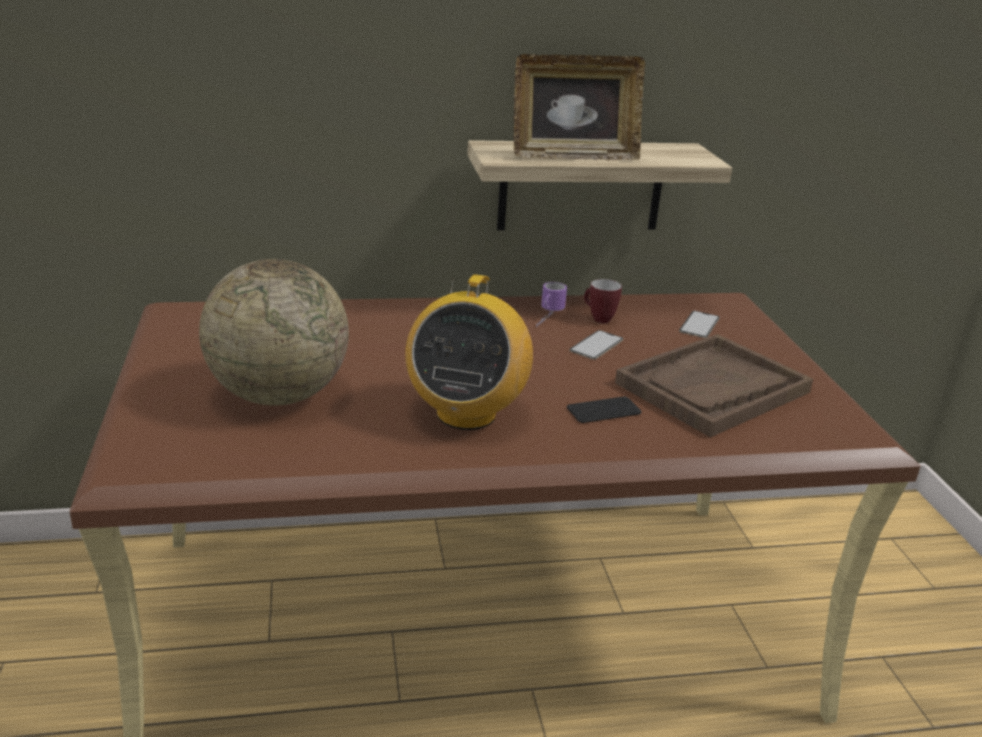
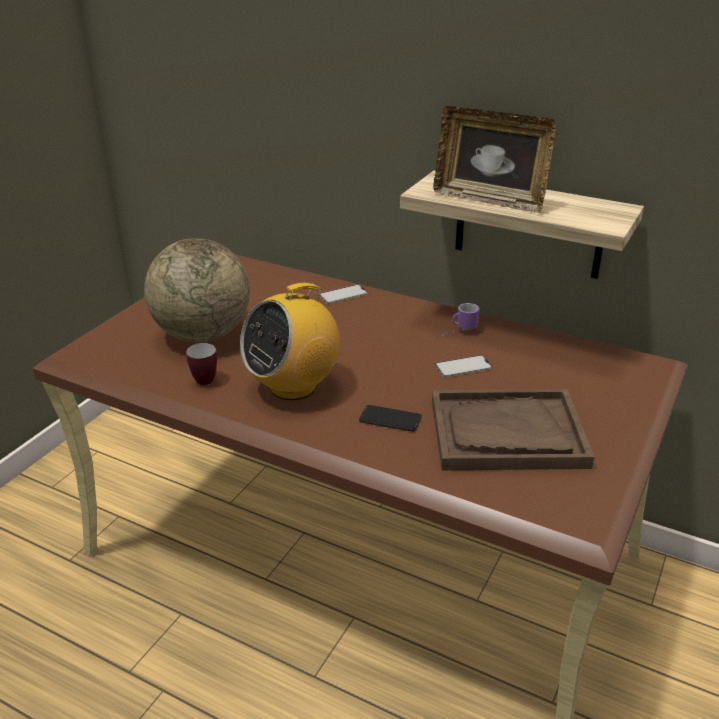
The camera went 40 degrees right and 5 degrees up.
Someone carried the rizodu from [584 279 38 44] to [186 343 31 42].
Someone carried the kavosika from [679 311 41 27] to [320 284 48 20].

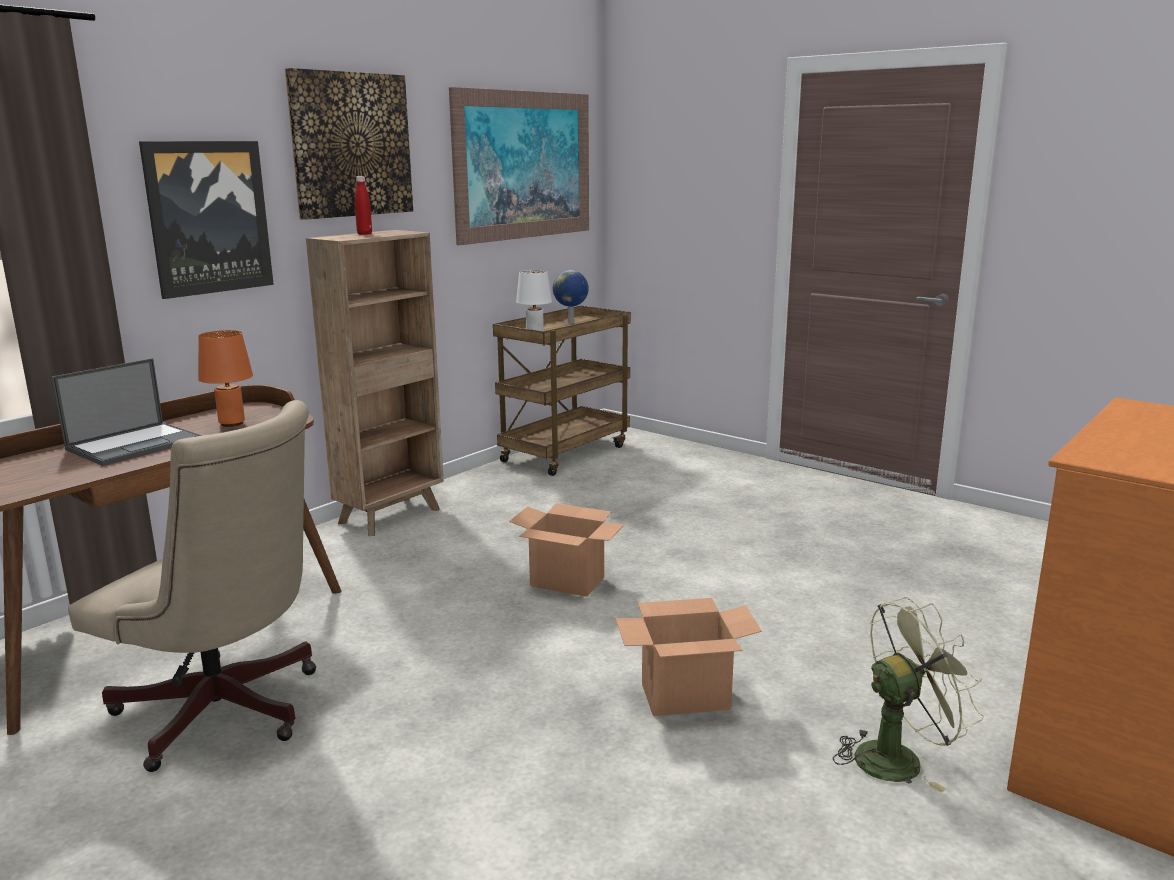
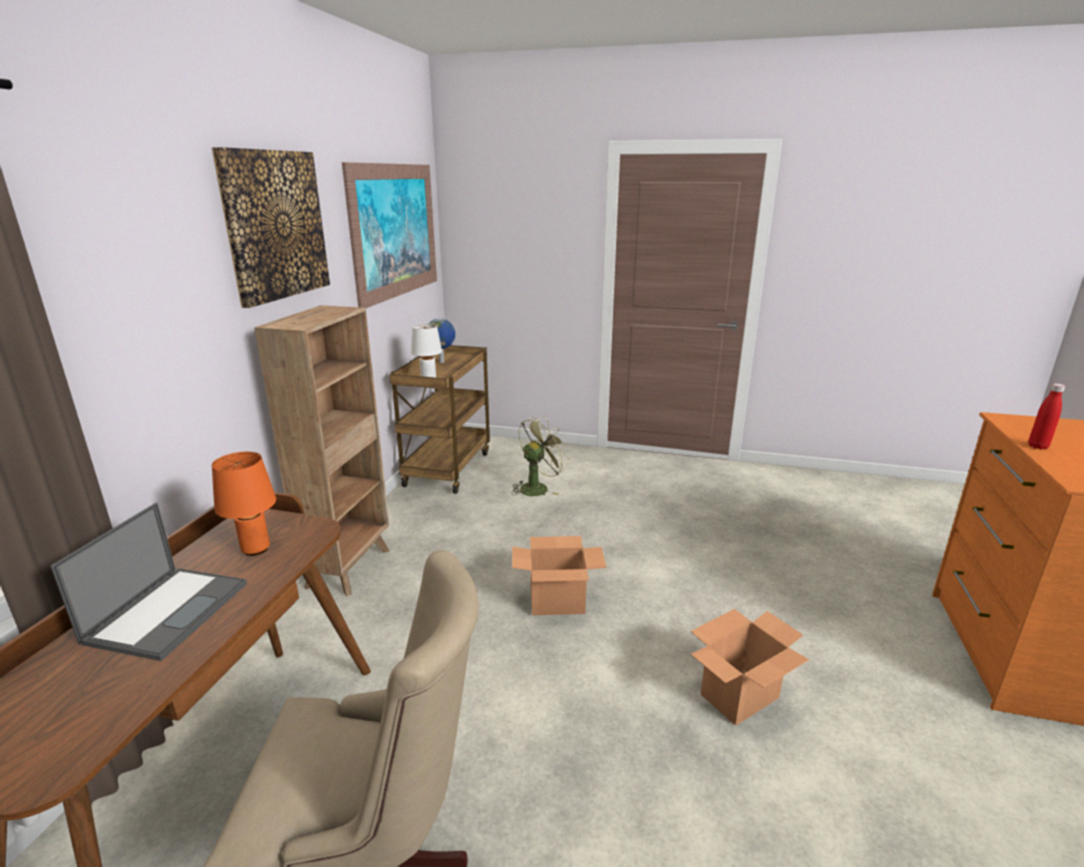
The camera went 25 degrees left and 5 degrees up.
Someone carried the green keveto from [833 597 151 195] to [511 416 59 80].
Someone carried the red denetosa from [355 176 17 59] to [1028 383 37 67].
Someone took away the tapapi at [139 141 135 158].

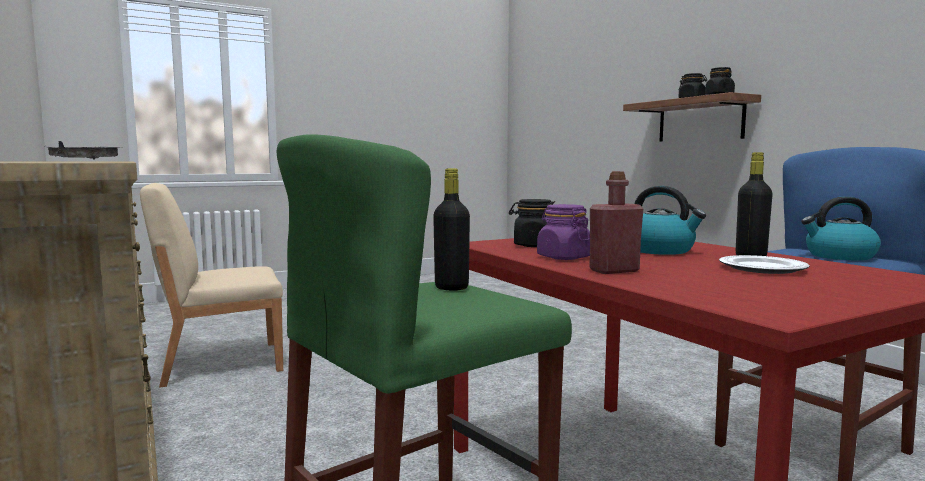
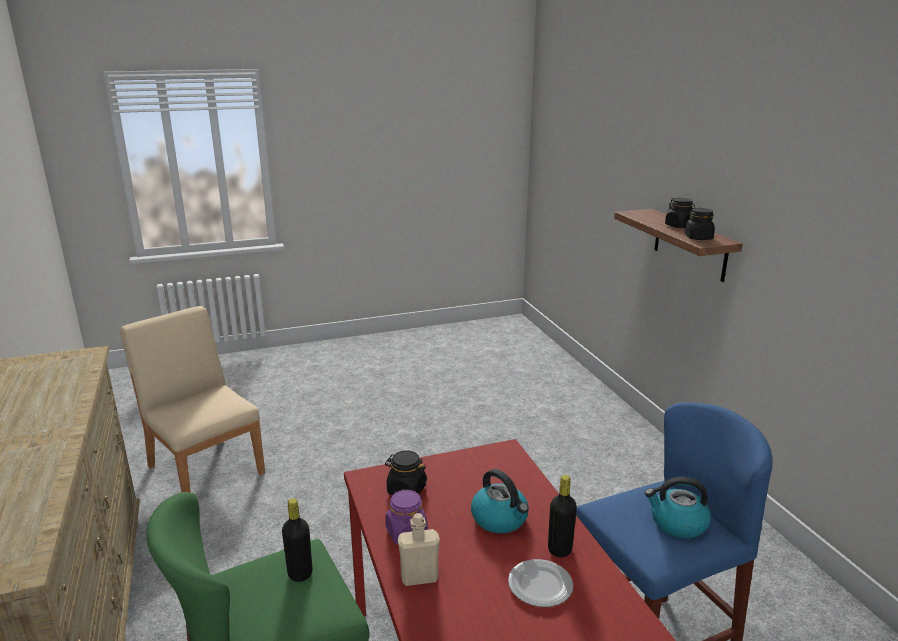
The camera went 10 degrees right and 15 degrees up.
Someone rotated the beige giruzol at [140 183 143 204] by 60 degrees clockwise.
Someone repainted the red denetosa at [590 171 53 103], which became the beige denetosa at [398 513 42 73].
Someone took away the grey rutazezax at [48 141 75 19].

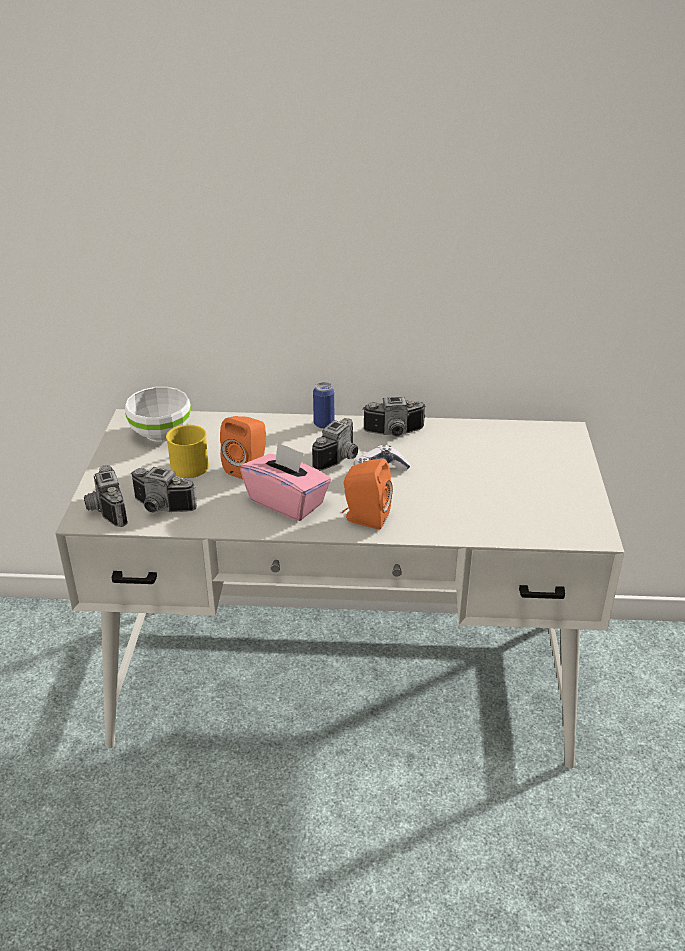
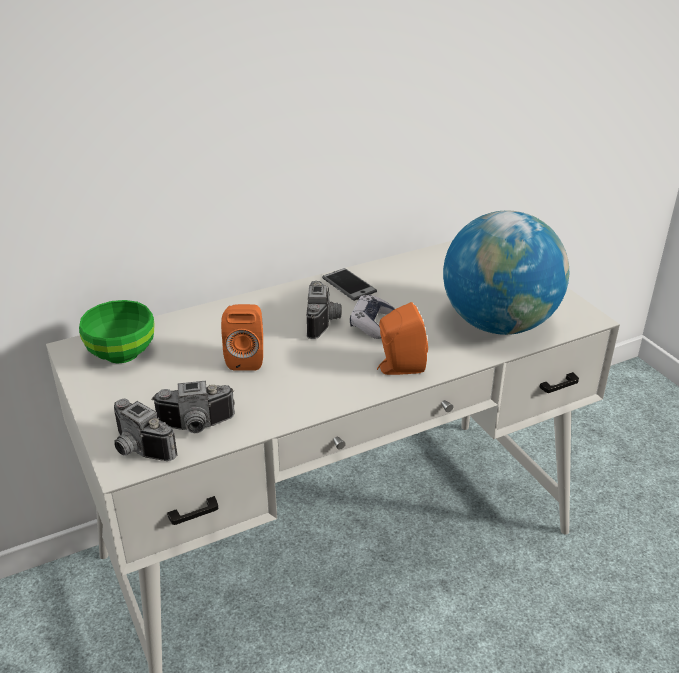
The camera went 30 degrees left and 0 degrees up.
Someone repainted the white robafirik at [125 387 66 55], which became the green robafirik at [79 300 76 64].
Someone swapped the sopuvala at [362 397 64 40] for the kavosika at [322 268 55 33].
Someone put down the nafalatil at [443 211 126 124].
Someone took away the yellow rizodu at [166 425 43 53].
Someone took away the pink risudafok at [240 442 91 79].
Someone took away the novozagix at [313 382 21 47].

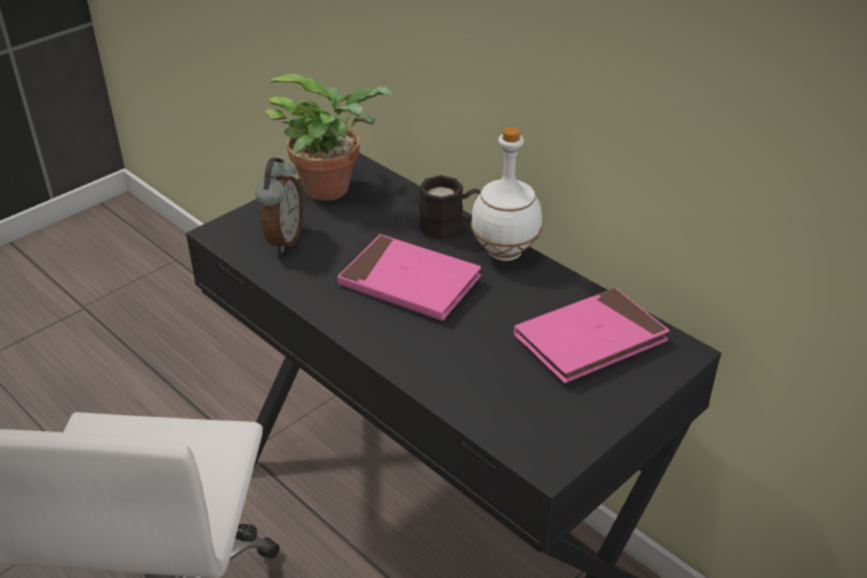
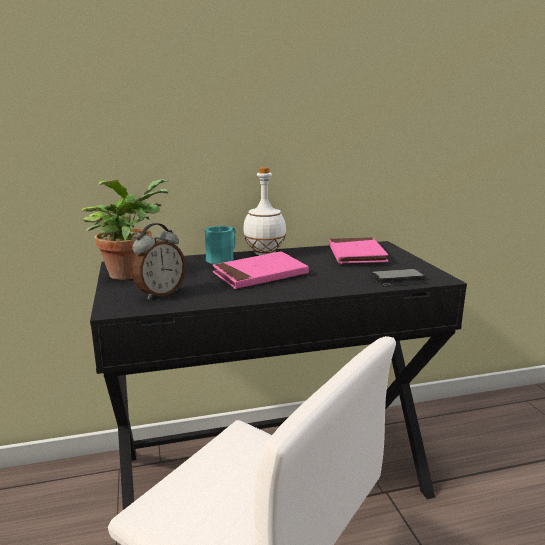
The camera went 60 degrees left and 20 degrees down.
Someone rotated the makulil at [255 158 48 95] by 90 degrees clockwise.
Someone repainted the black rizodu at [419 175 62 65], which became the turquoise rizodu at [204 226 31 38].
Someone put down the kavosika at [371 269 58 18].

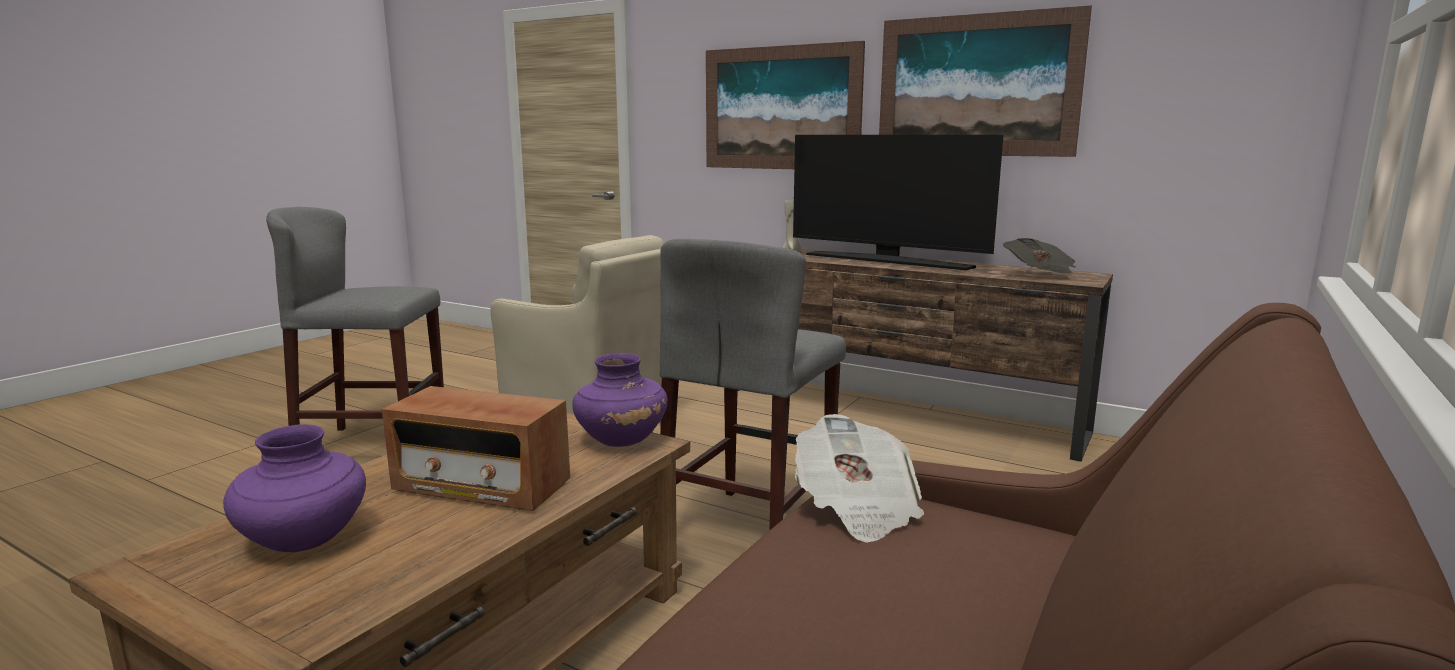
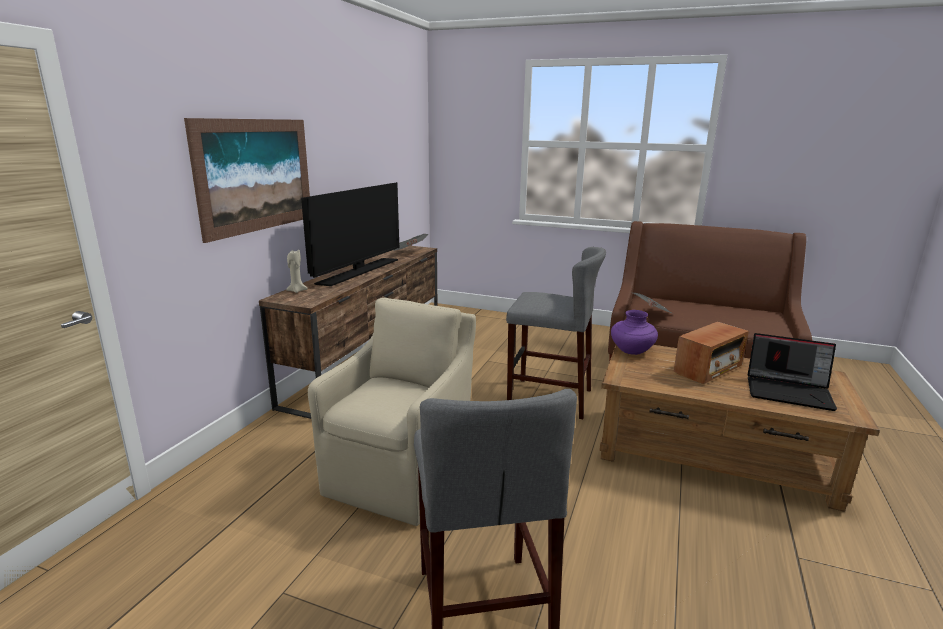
The camera went 100 degrees left and 5 degrees up.
Someone rotated the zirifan at [382 386 188 125] by 45 degrees clockwise.
Someone swapped the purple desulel at [223 424 143 128] for the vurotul at [748 333 89 78].
Someone took away the tapapi at [879 5 213 152].

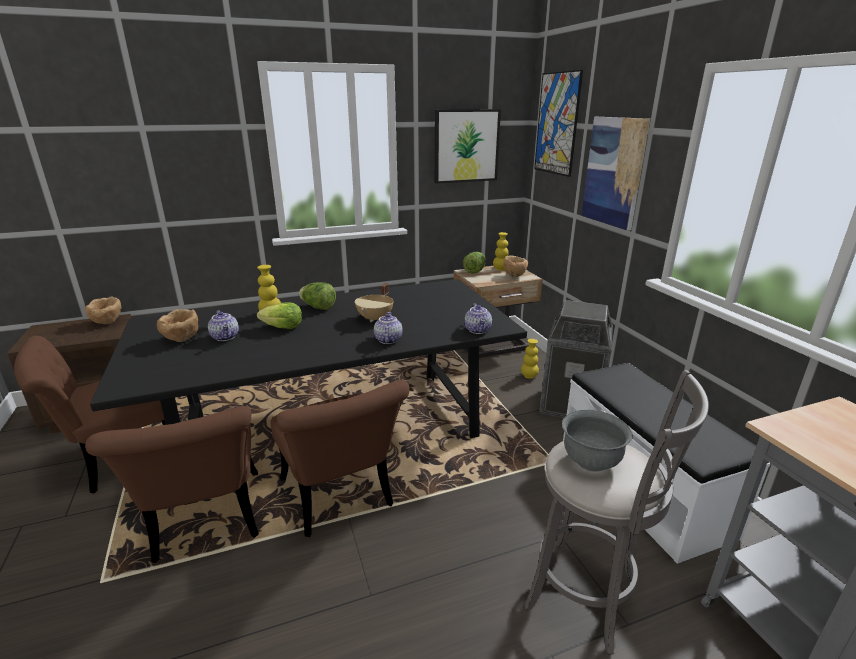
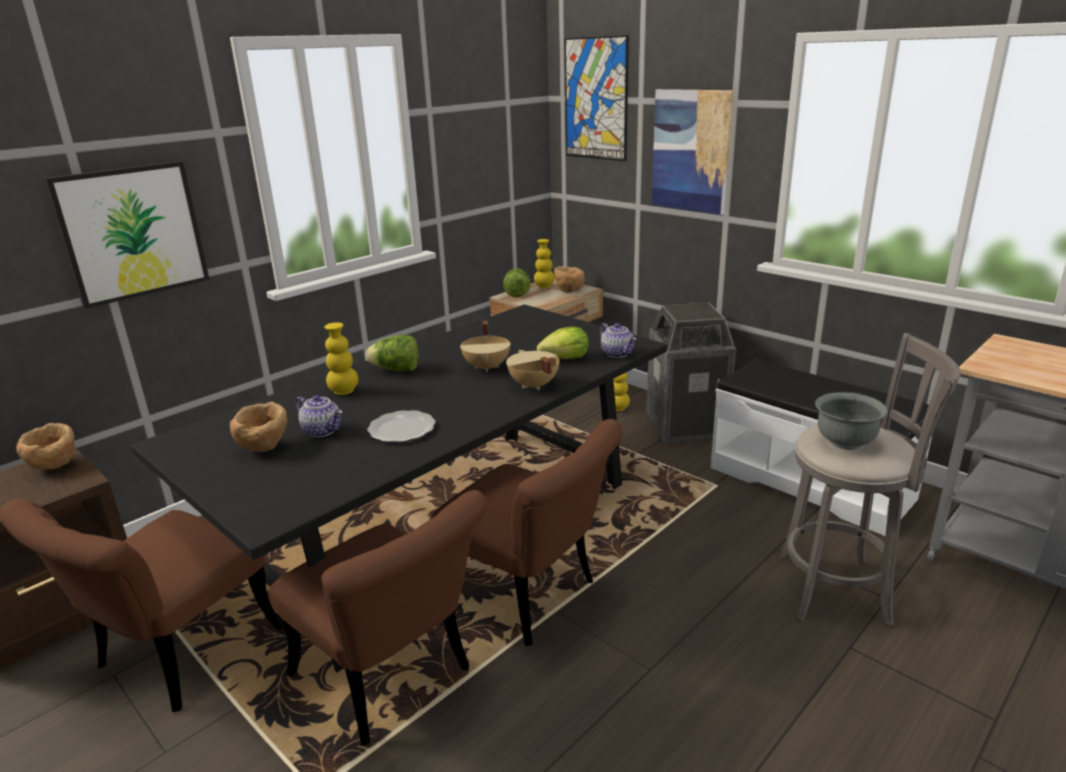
The camera went 25 degrees left and 0 degrees up.
Someone carried the tapapi from [435 109 66 75] to [44 161 166 148].
Someone put down the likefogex at [367 410 69 32].
Someone swapped the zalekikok at [374 312 28 32] for the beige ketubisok at [506 350 53 40].
Someone carried the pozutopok from [257 302 45 27] to [537 327 52 32].

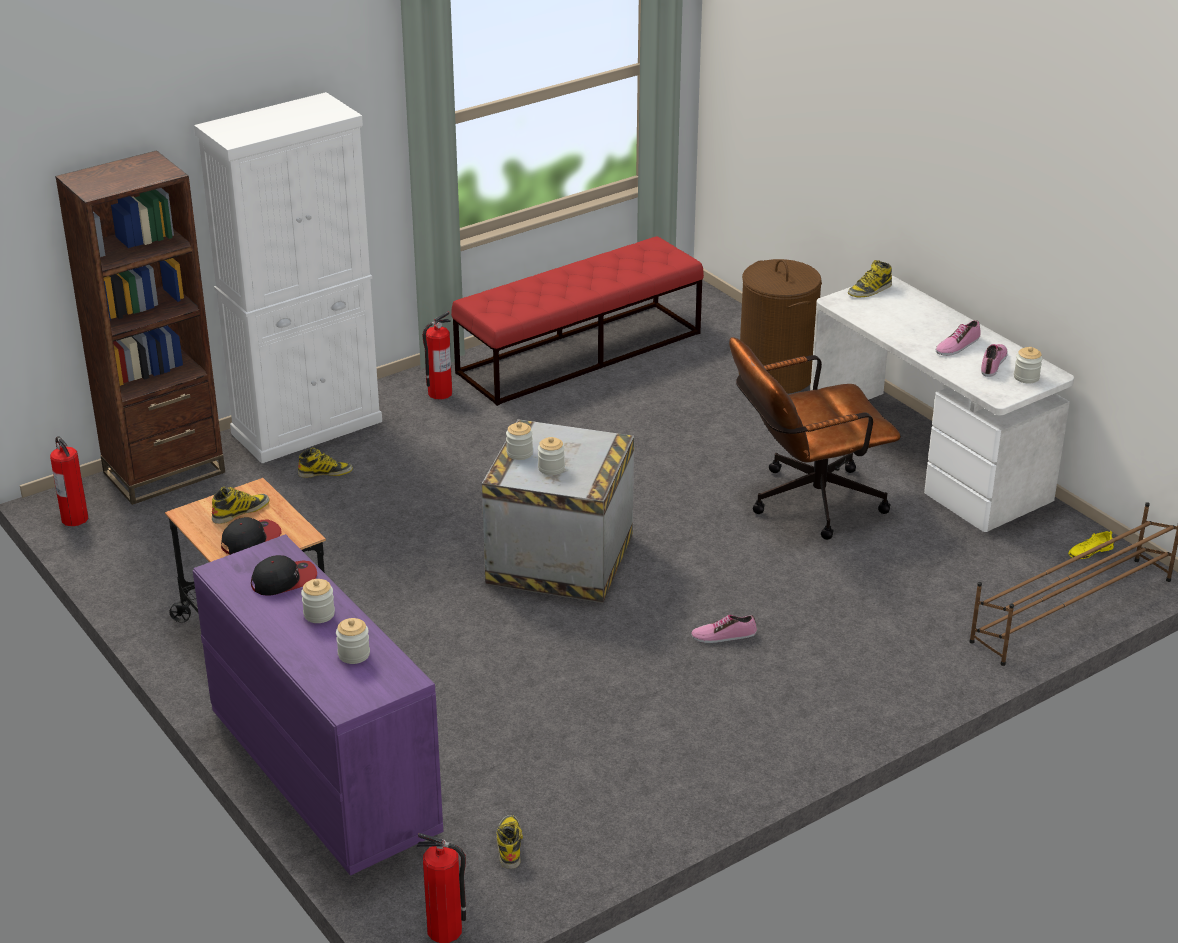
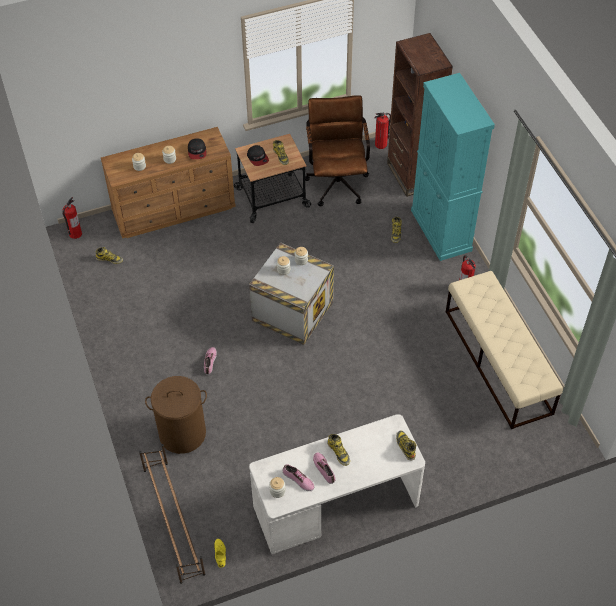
The camera went 105 degrees right and 20 degrees up.
Someone repainted the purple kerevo at [193 534 250 342], which became the brown kerevo at [101 127 135 111].
Someone carried the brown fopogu from [739 259 83 135] to [145 376 62 78].
Someone carried the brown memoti from [729 337 172 203] to [305 95 65 111].
Someone put down the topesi at [327 434 23 32].
Someone repainted the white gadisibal at [194 92 188 371], which became the turquoise gadisibal at [411 73 84 188].
Someone repainted the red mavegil at [451 236 253 170], which became the beige mavegil at [446 271 117 158].

